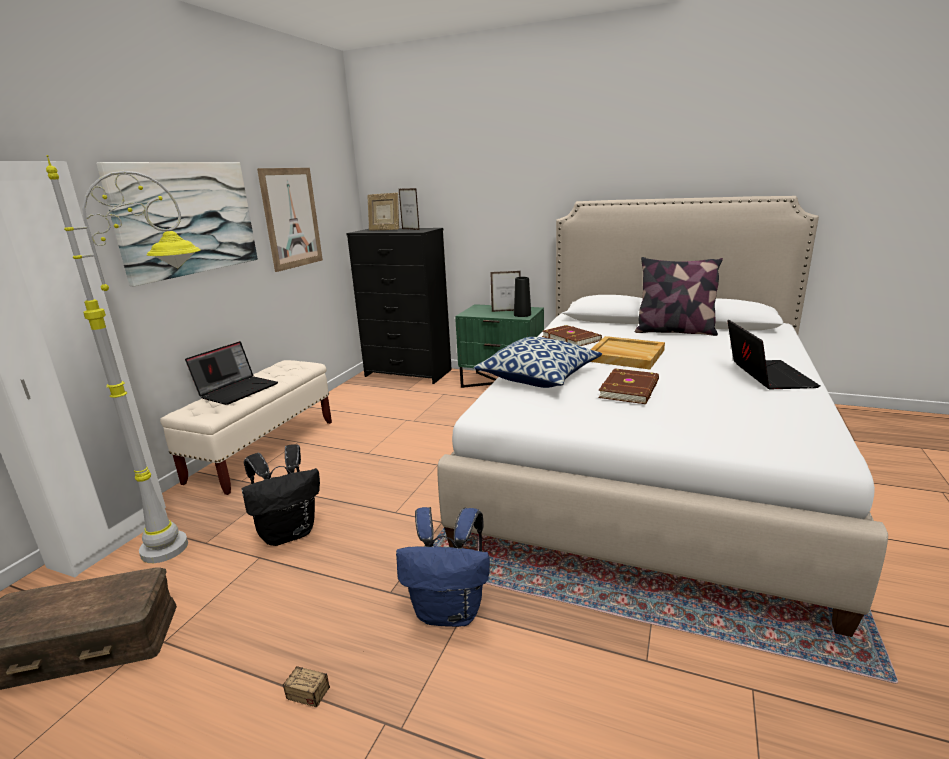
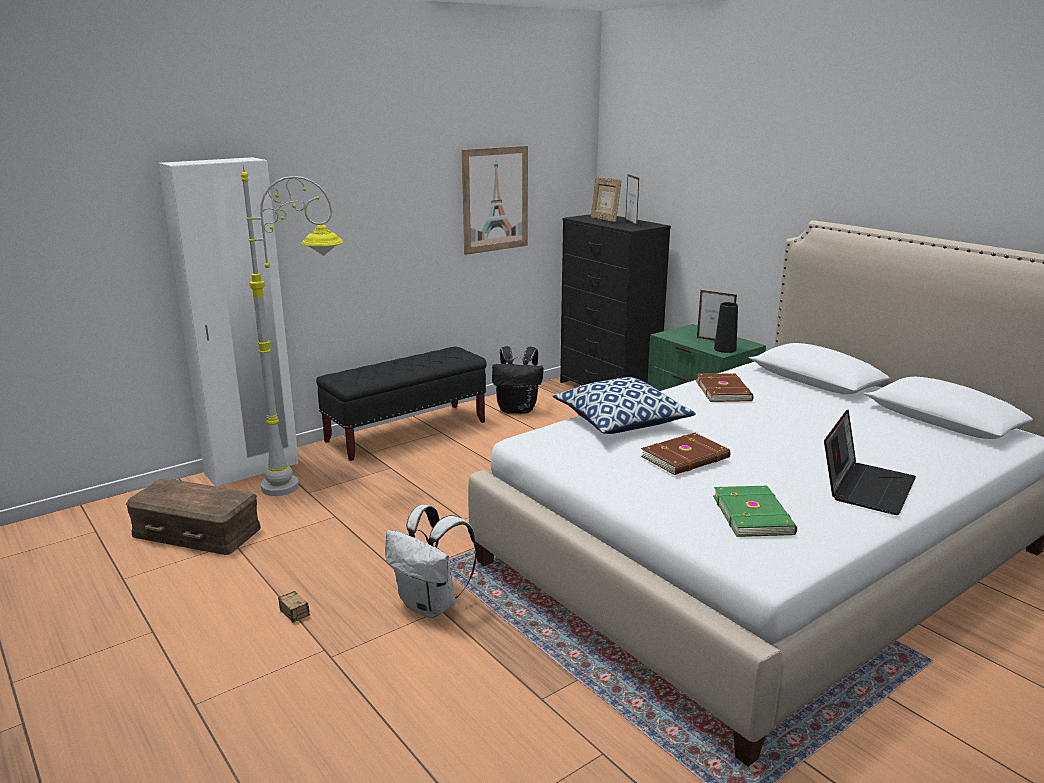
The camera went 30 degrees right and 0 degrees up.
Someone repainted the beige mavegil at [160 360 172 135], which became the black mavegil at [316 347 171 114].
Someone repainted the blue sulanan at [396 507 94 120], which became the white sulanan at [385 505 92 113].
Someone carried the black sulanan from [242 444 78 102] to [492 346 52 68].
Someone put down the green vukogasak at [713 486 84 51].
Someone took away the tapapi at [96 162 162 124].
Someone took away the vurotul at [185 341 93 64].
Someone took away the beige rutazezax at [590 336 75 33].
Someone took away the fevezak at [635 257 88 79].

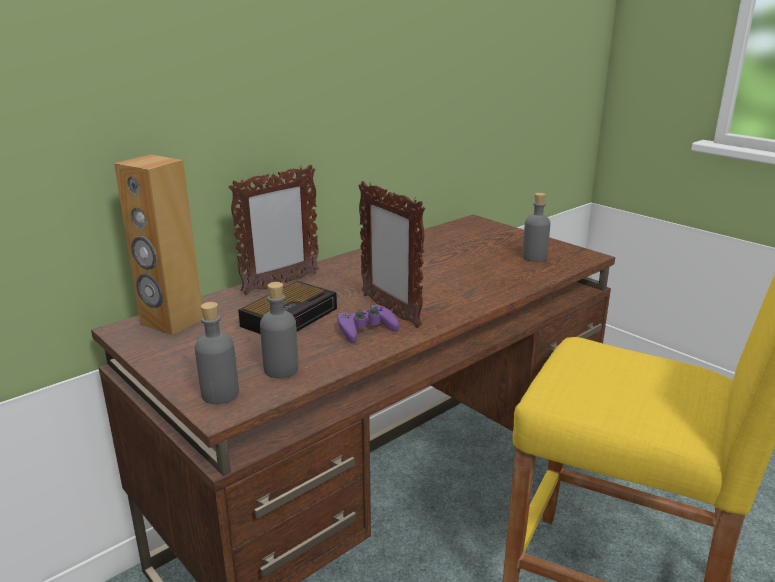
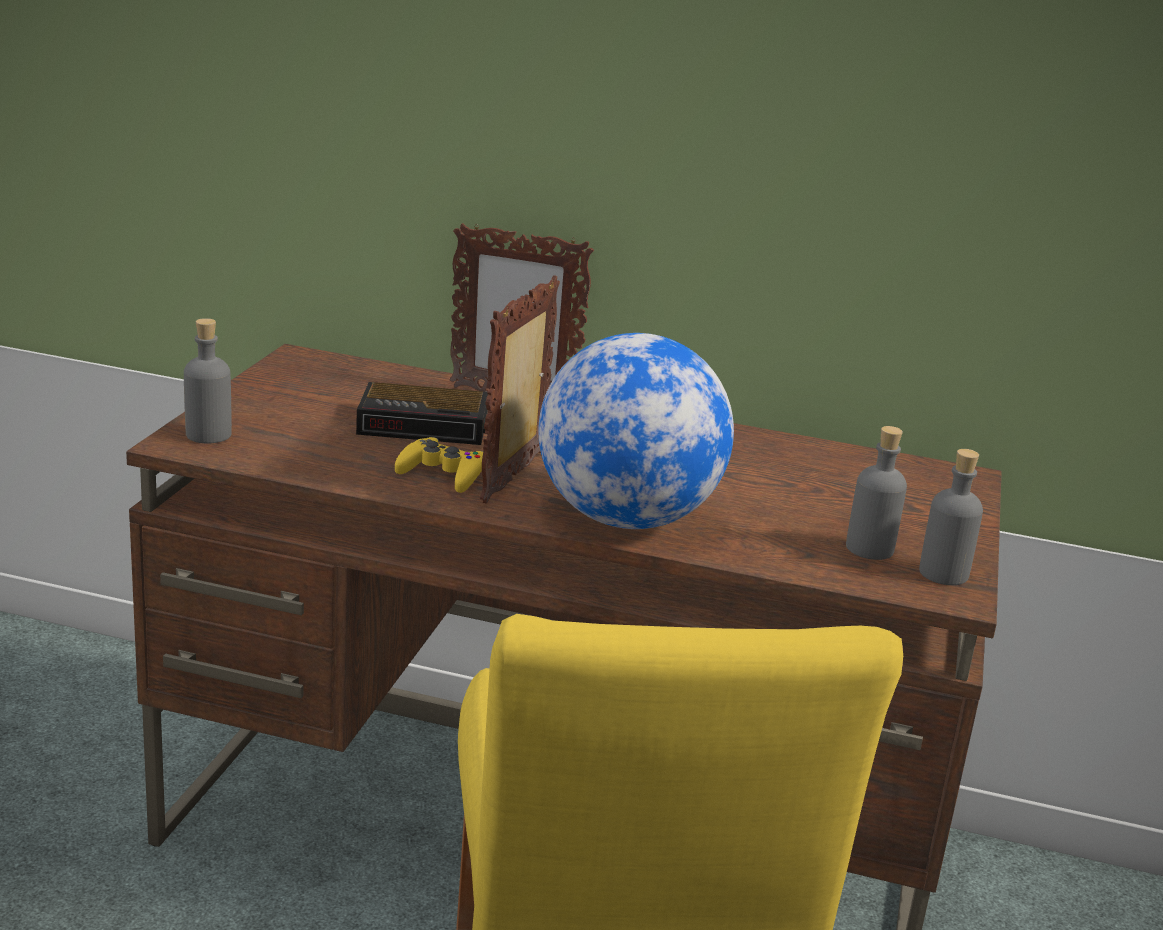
The camera went 55 degrees right and 0 degrees up.
Someone repainted the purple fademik at [337 305 62 38], which became the yellow fademik at [395 437 88 56].
Someone put down the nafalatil at [538 333 196 196].
Someone carried the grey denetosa from [260 282 39 96] to [919 449 64 136].
Someone took away the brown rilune at [114 154 89 182].

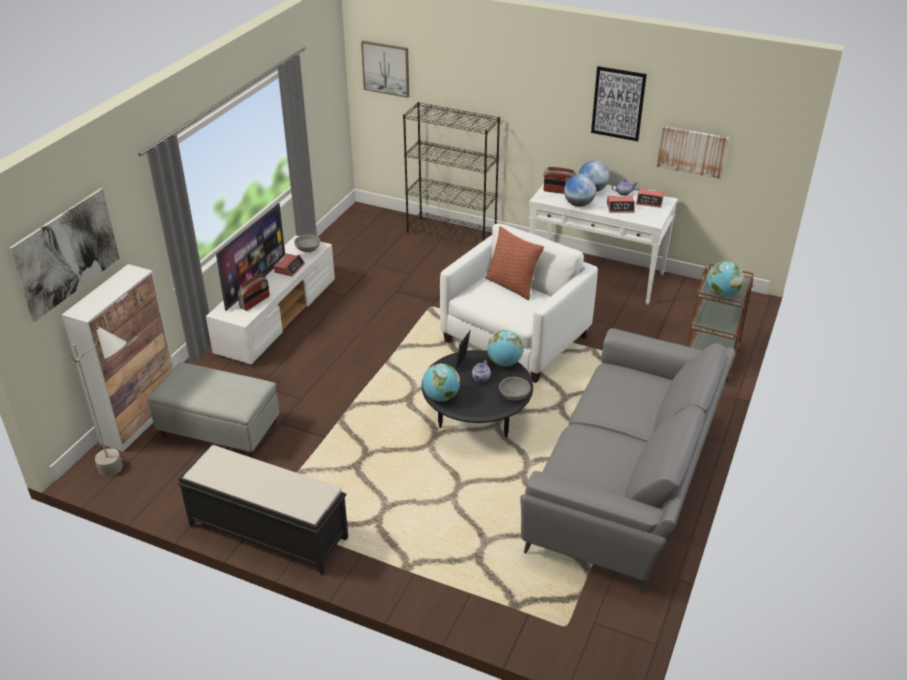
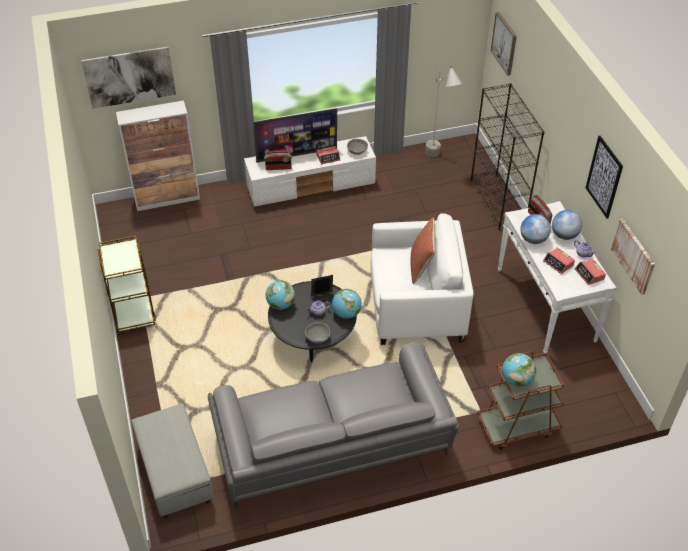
The camera went 50 degrees right and 10 degrees up.
Someone swapped the black mavegil at [178 445 170 130] for the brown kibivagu at [98 236 58 97].
Someone carried the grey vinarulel from [147 362 132 96] to [131 403 82 116].
Someone carried the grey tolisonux from [71 326 56 151] to [425 66 37 91].

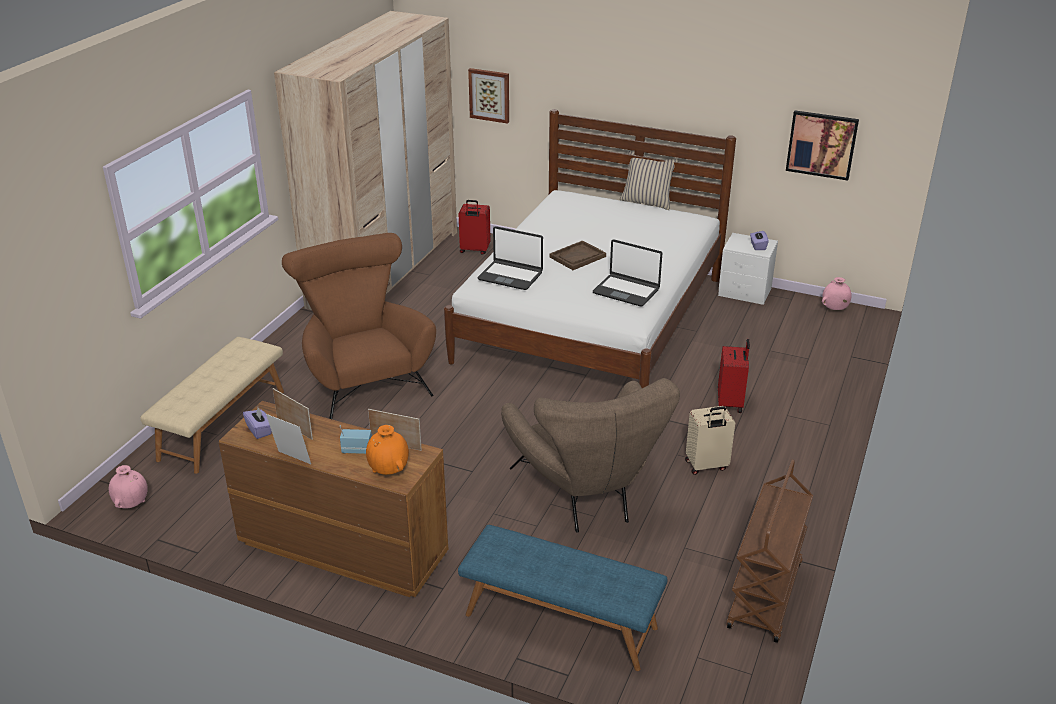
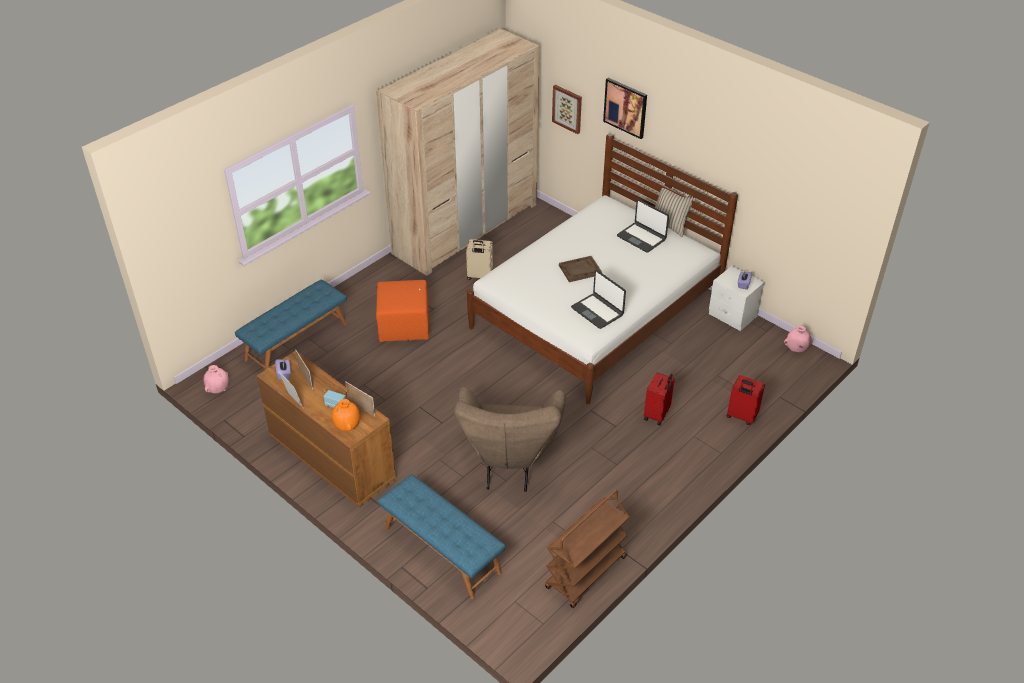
The camera went 20 degrees right and 10 degrees up.
Someone repainted the beige mavegil at [140 337 144 137], which became the blue mavegil at [235 279 112 91].
Someone swapped the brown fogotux at [282 233 154 186] for the orange vinarulel at [376 280 53 62].
Someone carried the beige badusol from [685 406 50 69] to [466 239 27 41].
Someone carried the tapapi from [786 110 73 70] to [603 78 44 61].
Someone carried the vurotul from [478 226 65 64] to [617 199 52 54].
Someone carried the red badusol from [459 200 32 55] to [727 375 38 50].

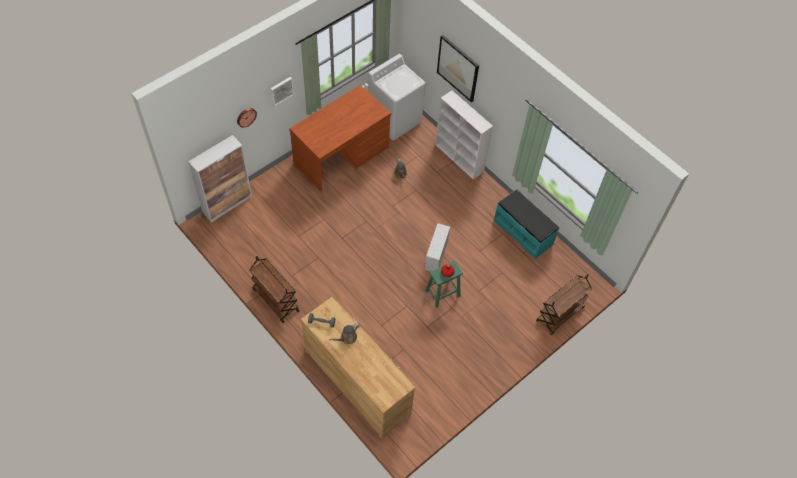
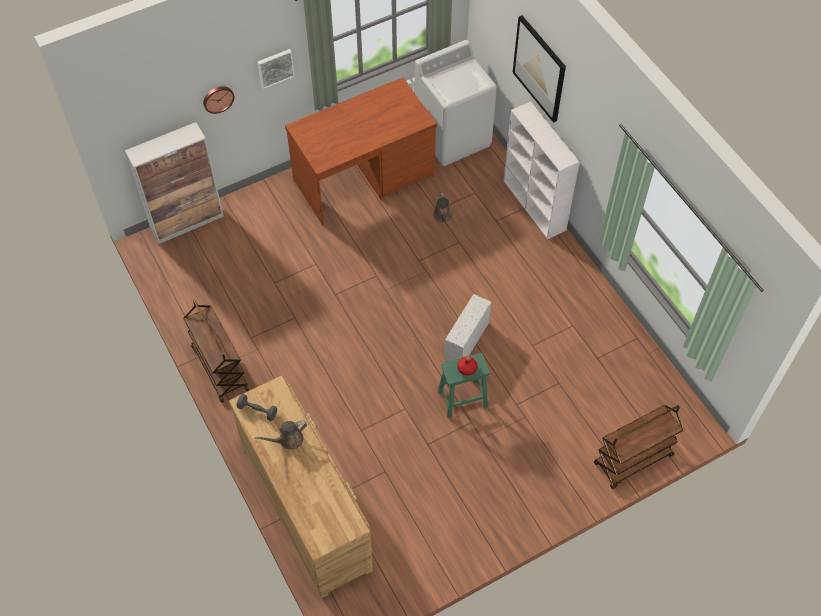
The camera went 15 degrees right and 0 degrees up.
Someone took away the turquoise mavegil at [494 189 65 70].

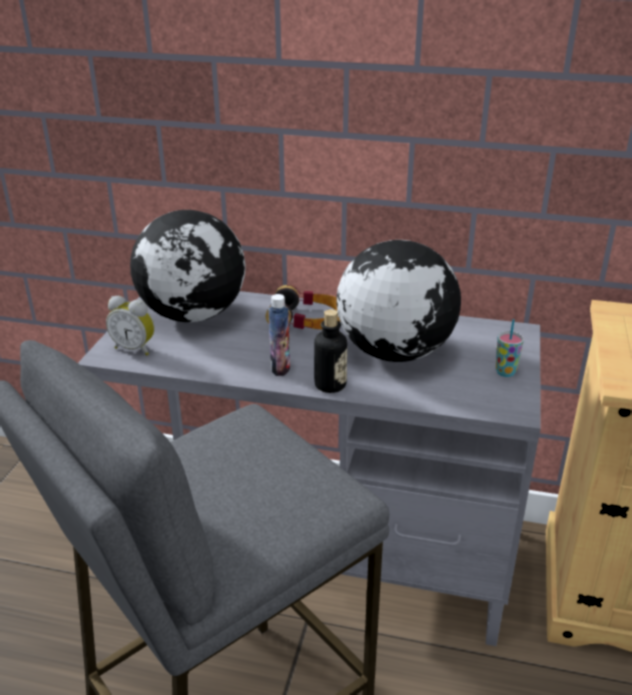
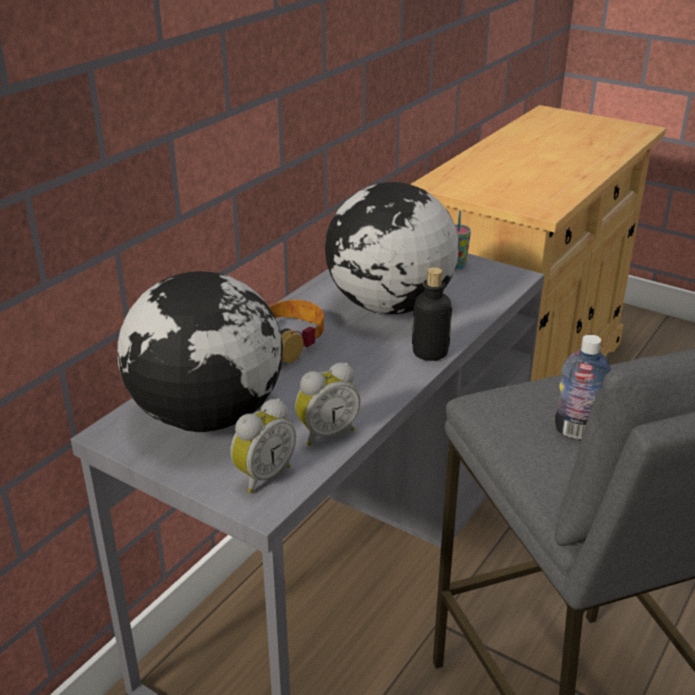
The camera went 70 degrees left and 0 degrees up.
Someone put down the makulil at [295 362 65 84].
Someone carried the denetosa from [268 294 22 82] to [555 335 56 104].

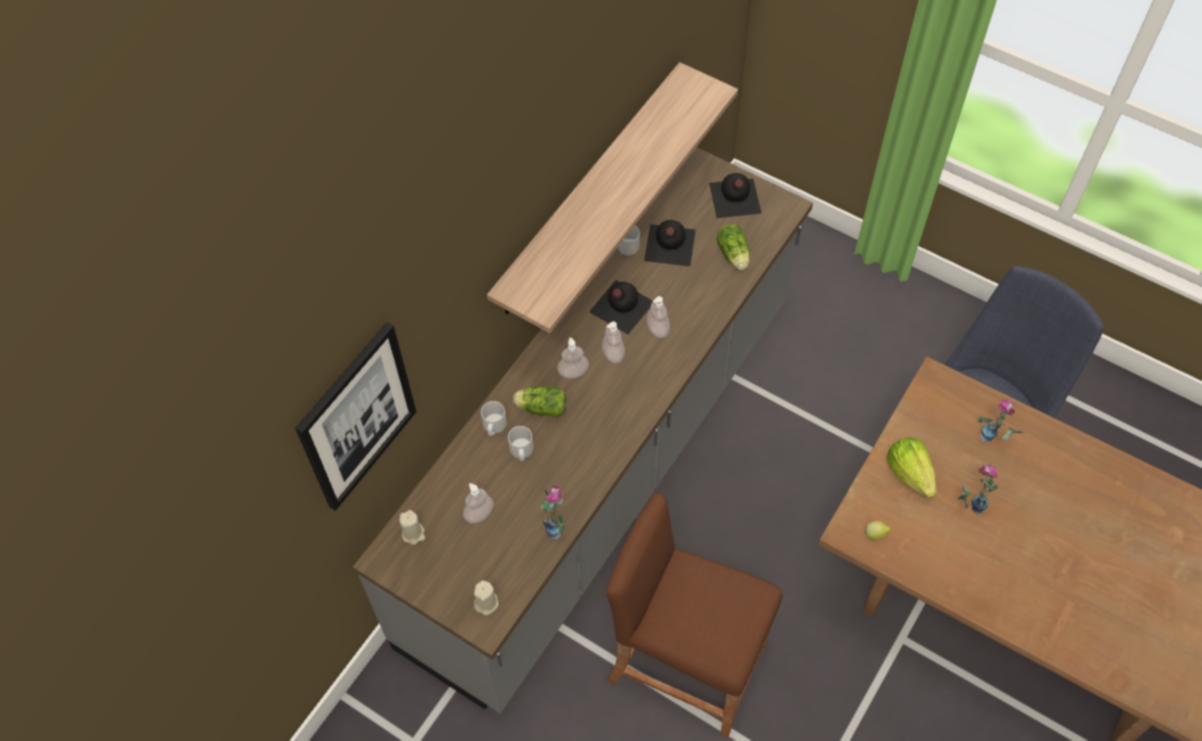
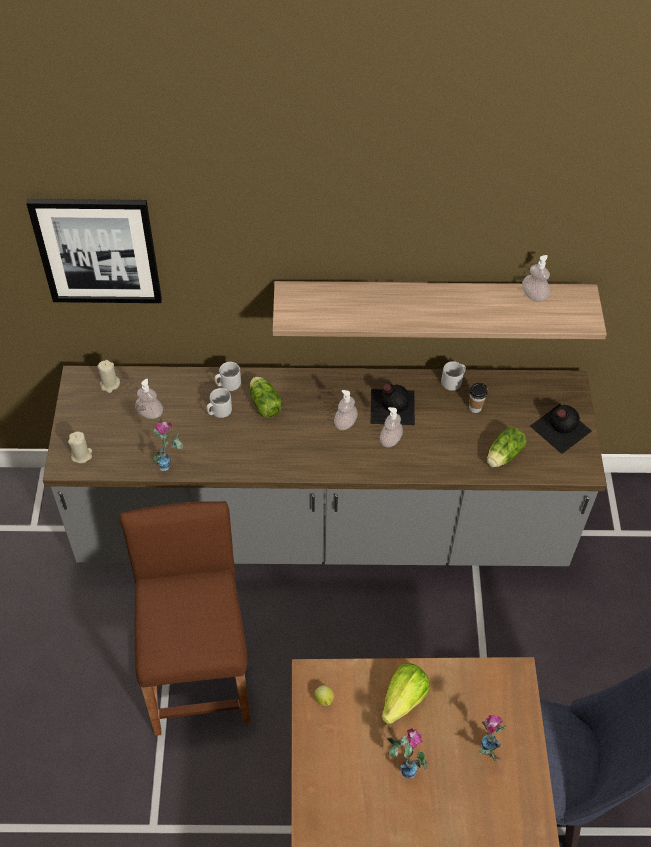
The camera went 55 degrees right and 5 degrees down.
Someone swapped the black denetosa at [644 220 52 47] for the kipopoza at [469 383 19 30].
Someone carried the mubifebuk from [557 338 32 41] to [522 255 28 47].

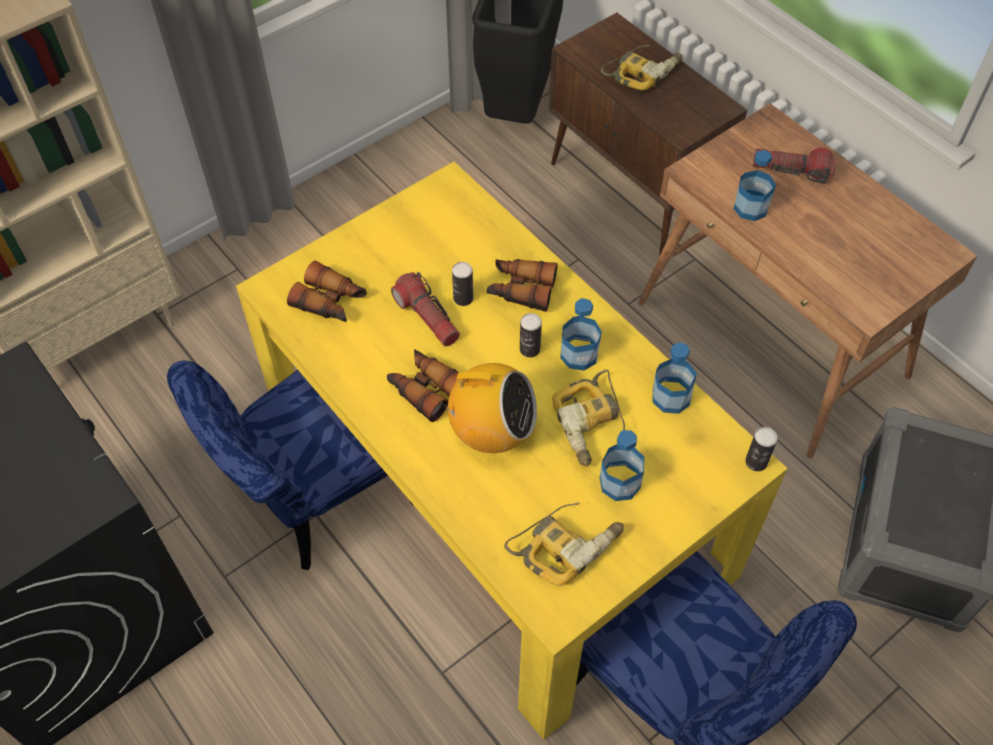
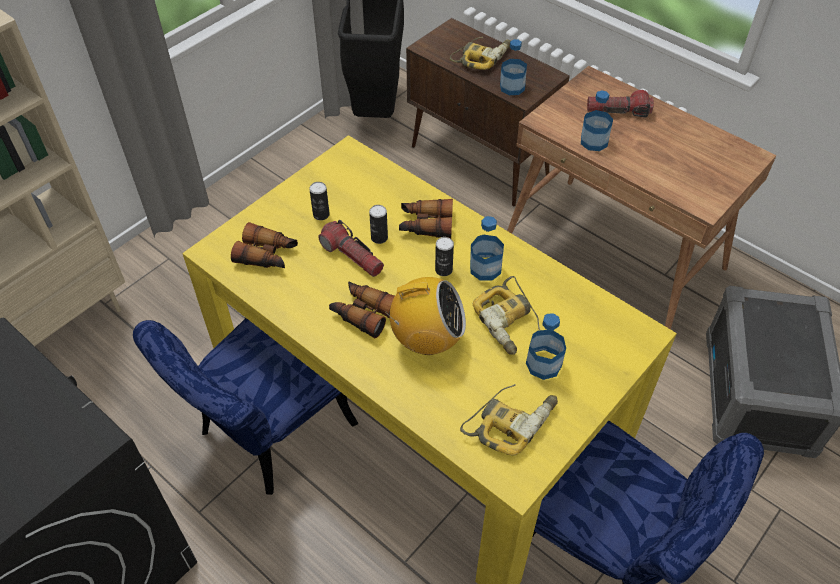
The camera went 10 degrees left and 5 degrees down.
Someone carried the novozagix from [745 427 33 44] to [309 182 21 38].
Someone carried the denetosa from [652 342 45 72] to [500 39 27 56].

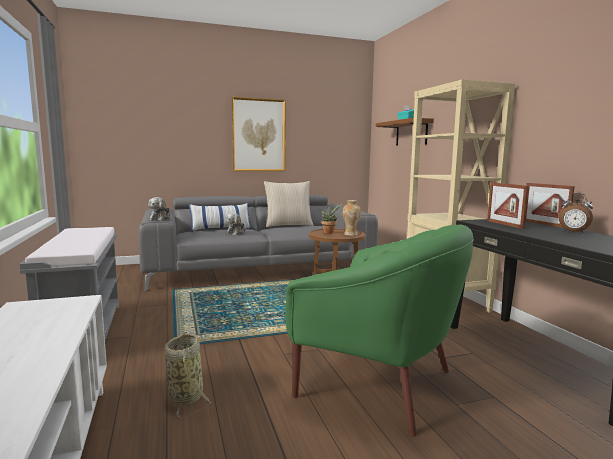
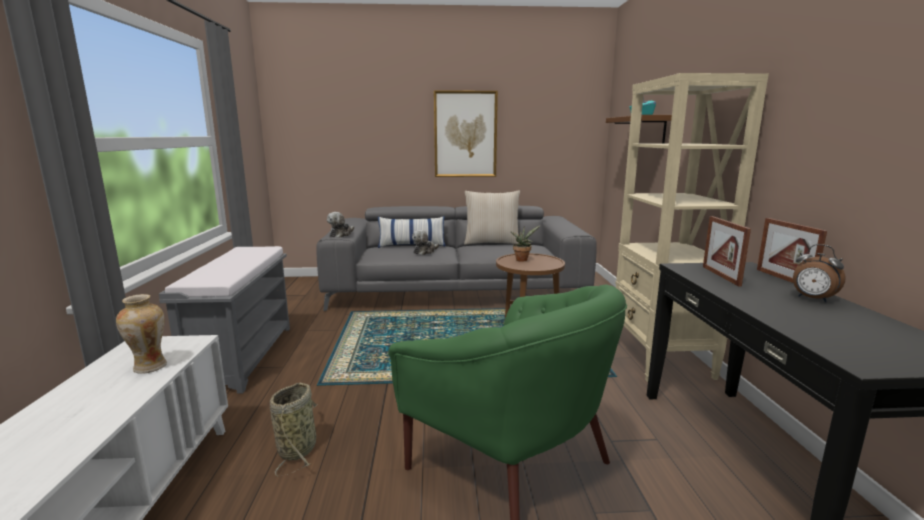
The camera went 15 degrees right and 5 degrees up.
Someone carried the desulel from [342 200 19 36] to [116 294 51 80].

